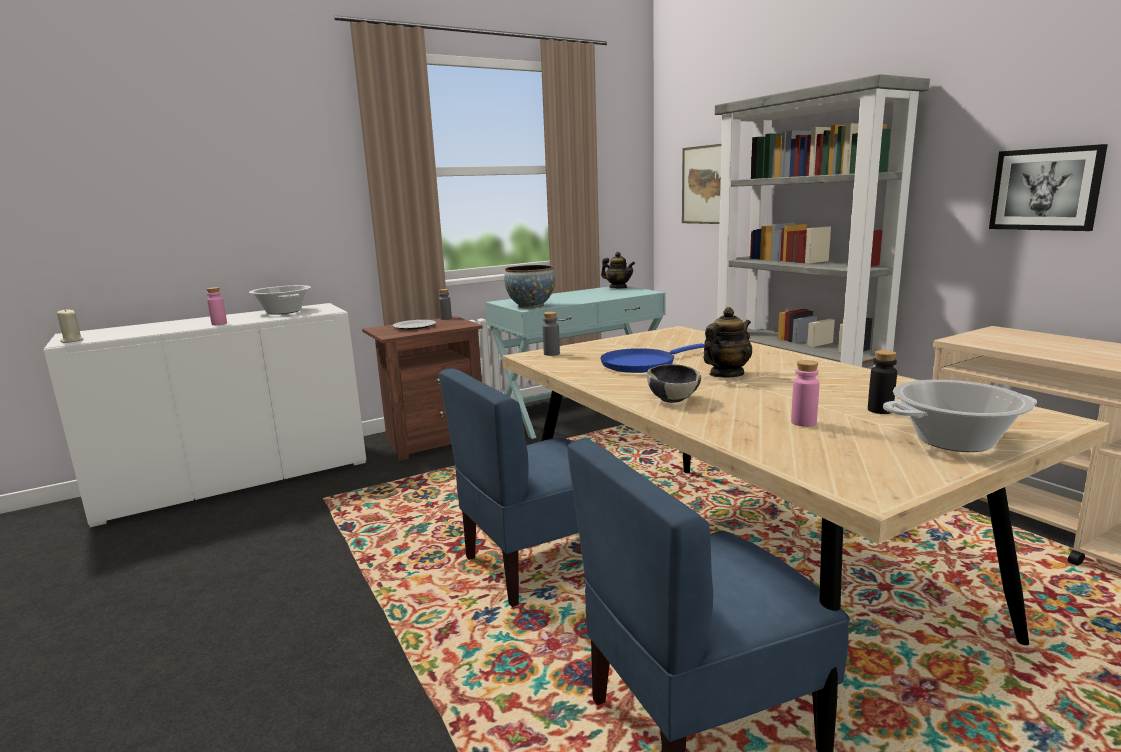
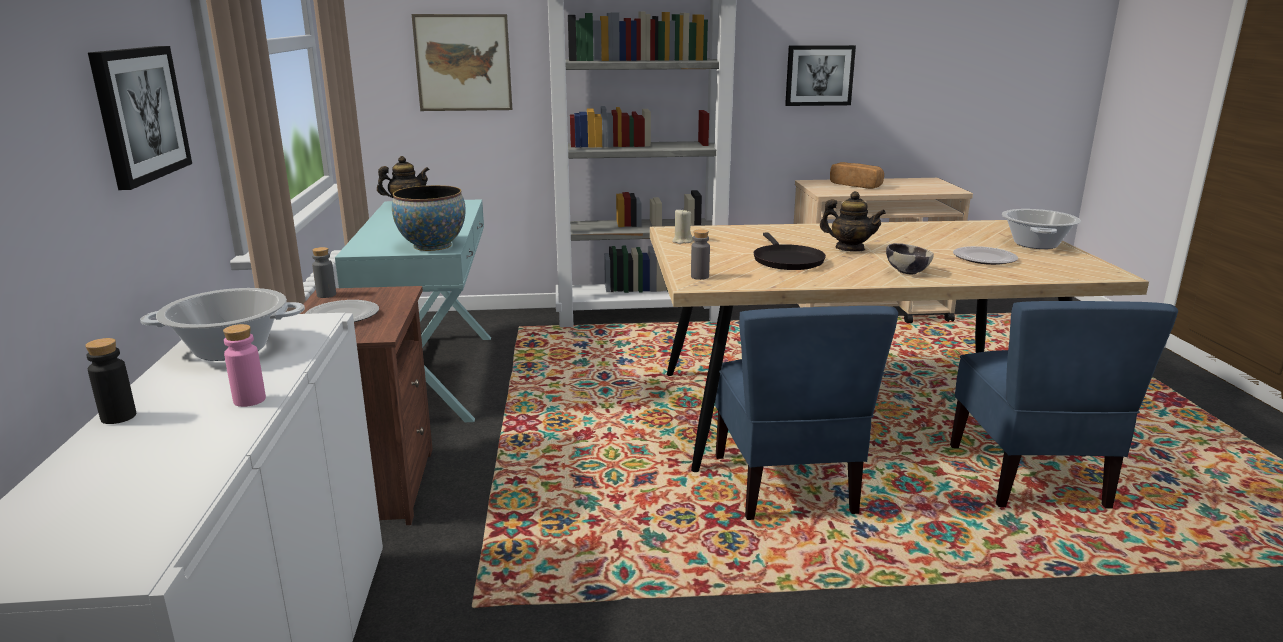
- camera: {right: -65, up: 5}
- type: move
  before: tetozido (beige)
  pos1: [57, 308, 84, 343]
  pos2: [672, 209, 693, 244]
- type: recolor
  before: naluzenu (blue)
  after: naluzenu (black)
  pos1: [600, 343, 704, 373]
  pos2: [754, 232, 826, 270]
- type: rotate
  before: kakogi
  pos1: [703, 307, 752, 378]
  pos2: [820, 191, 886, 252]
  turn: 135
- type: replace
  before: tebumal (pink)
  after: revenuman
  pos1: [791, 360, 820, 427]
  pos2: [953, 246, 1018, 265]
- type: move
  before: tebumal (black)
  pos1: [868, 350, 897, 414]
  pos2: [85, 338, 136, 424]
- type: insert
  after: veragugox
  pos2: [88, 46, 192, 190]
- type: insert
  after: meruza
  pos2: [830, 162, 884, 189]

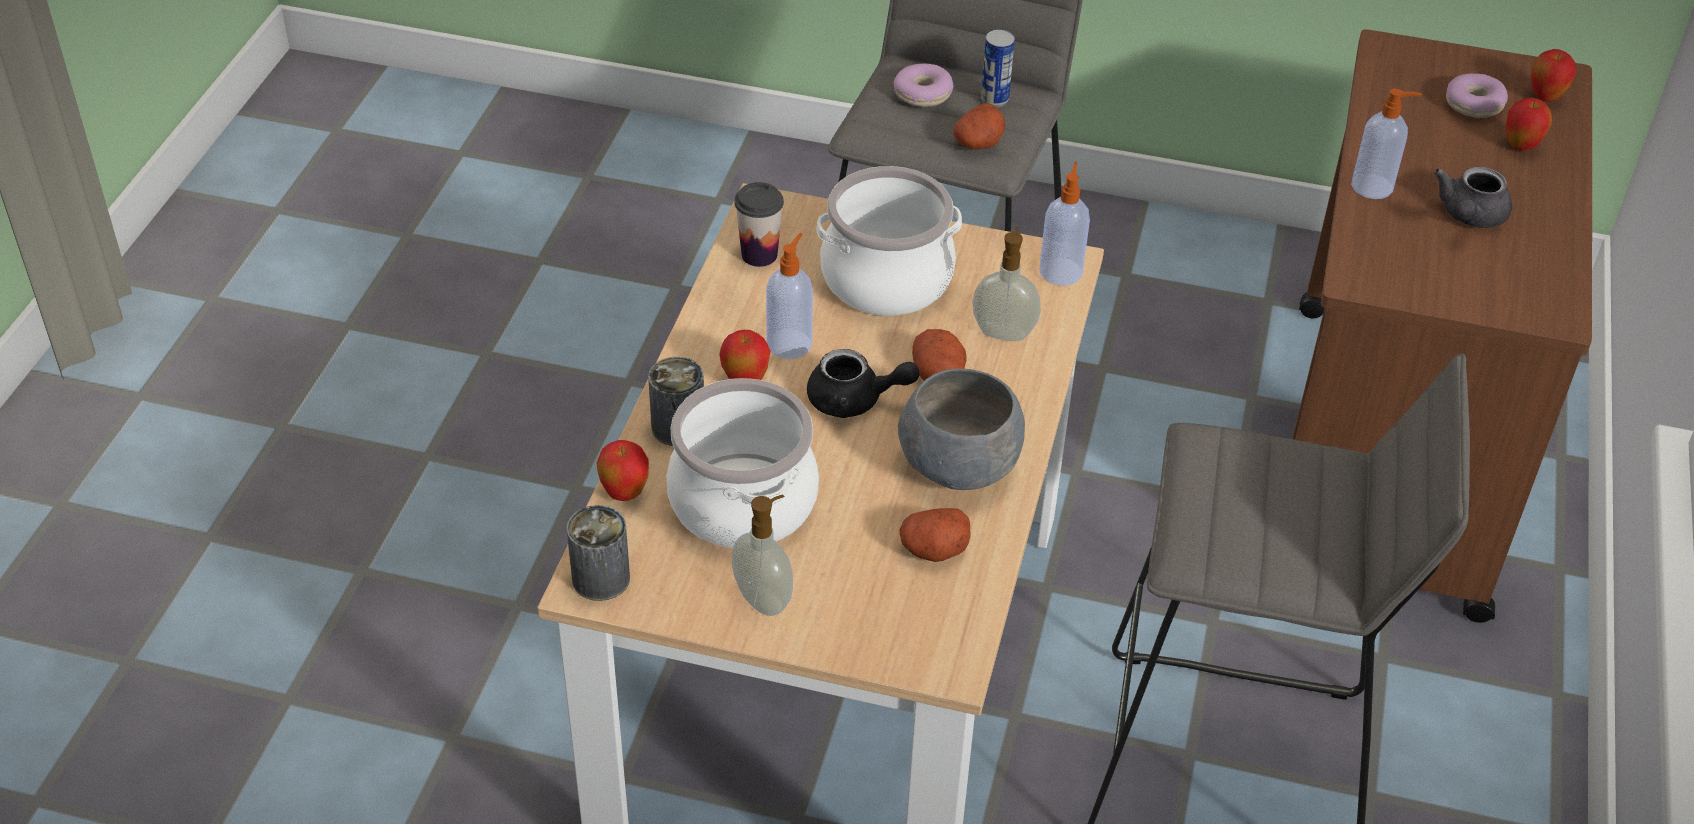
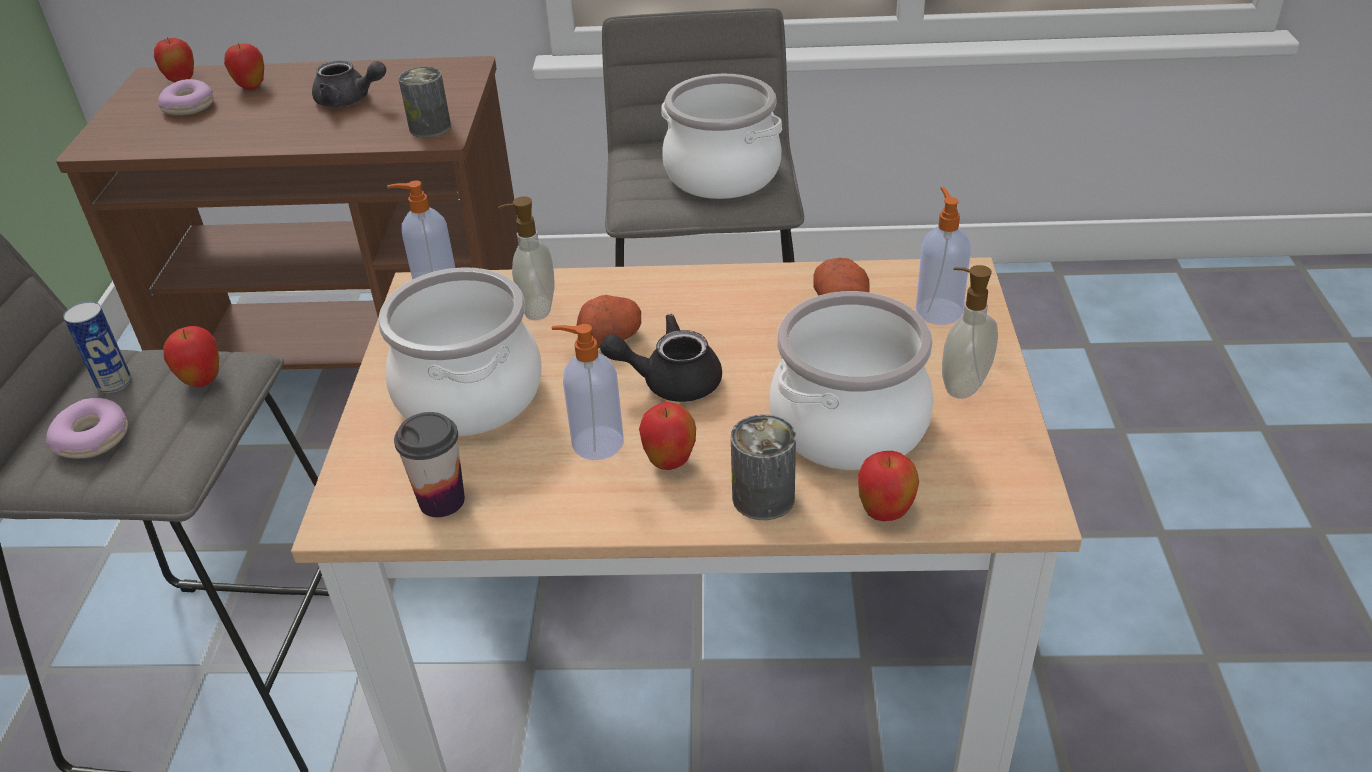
- camera: {right: -100, up: -5}
- type: move
  before: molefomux
  pos1: [567, 505, 630, 601]
  pos2: [399, 67, 451, 137]
- type: rotate
  before: kakogi (black)
  pos1: [807, 349, 919, 418]
  pos2: [600, 314, 722, 402]
  turn: -90
- type: delete
  before: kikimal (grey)
  pos1: [898, 369, 1025, 490]
- type: replace
  before: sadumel
  after: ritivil
  pos1: [953, 103, 1005, 150]
  pos2: [163, 326, 219, 387]
- type: move
  before: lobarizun
  pos1: [1351, 88, 1422, 199]
  pos2: [916, 187, 971, 325]
- type: insert
  after: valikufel
  pos2: [661, 74, 782, 199]

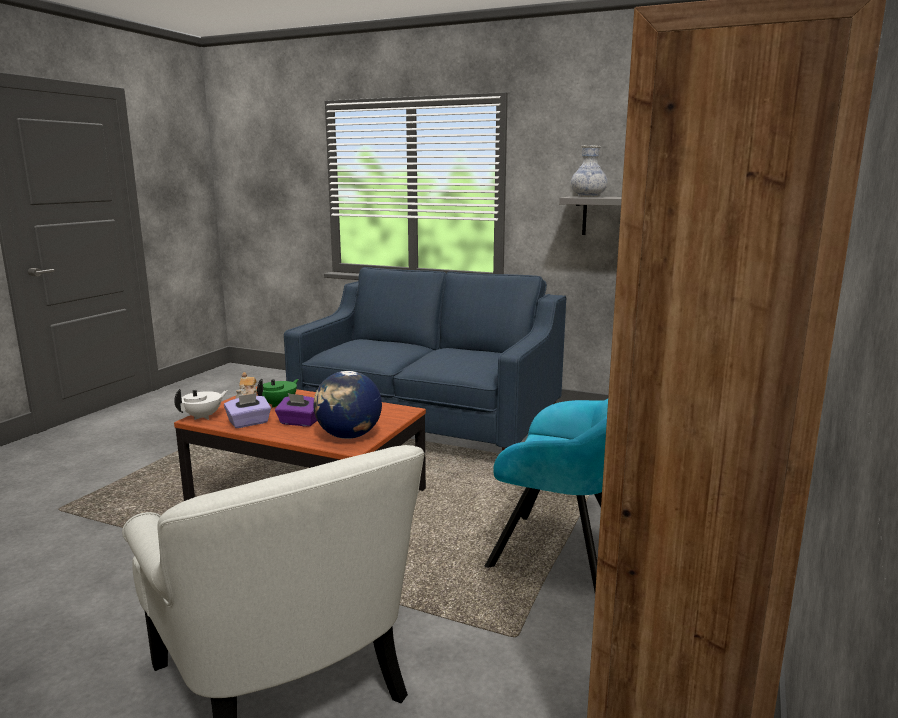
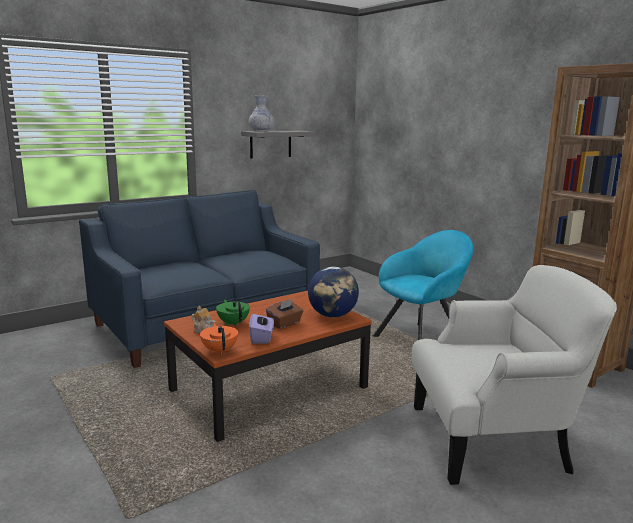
- camera: {right: -60, up: 0}
- type: recolor
  before: kakogi (white)
  after: kakogi (orange)
  pos1: [174, 389, 228, 420]
  pos2: [200, 322, 238, 355]
- type: recolor
  before: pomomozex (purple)
  after: pomomozex (brown)
  pos1: [275, 393, 317, 427]
  pos2: [266, 299, 303, 329]

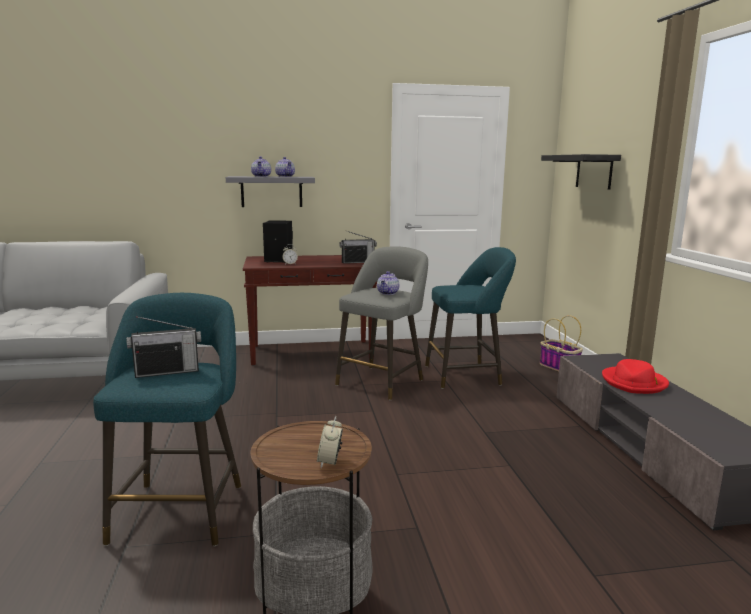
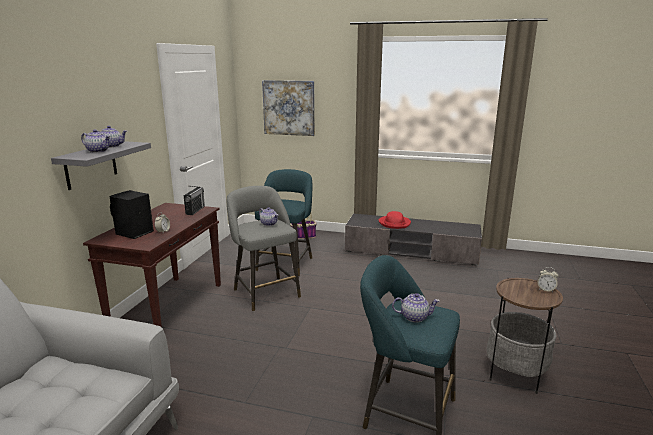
- camera: {right: -65, up: 5}
- type: replace
  before: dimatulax
  after: kakogi
  pos1: [126, 316, 201, 378]
  pos2: [392, 293, 440, 323]
- type: replace
  before: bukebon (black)
  after: veragugox
  pos1: [541, 154, 621, 190]
  pos2: [262, 80, 315, 136]

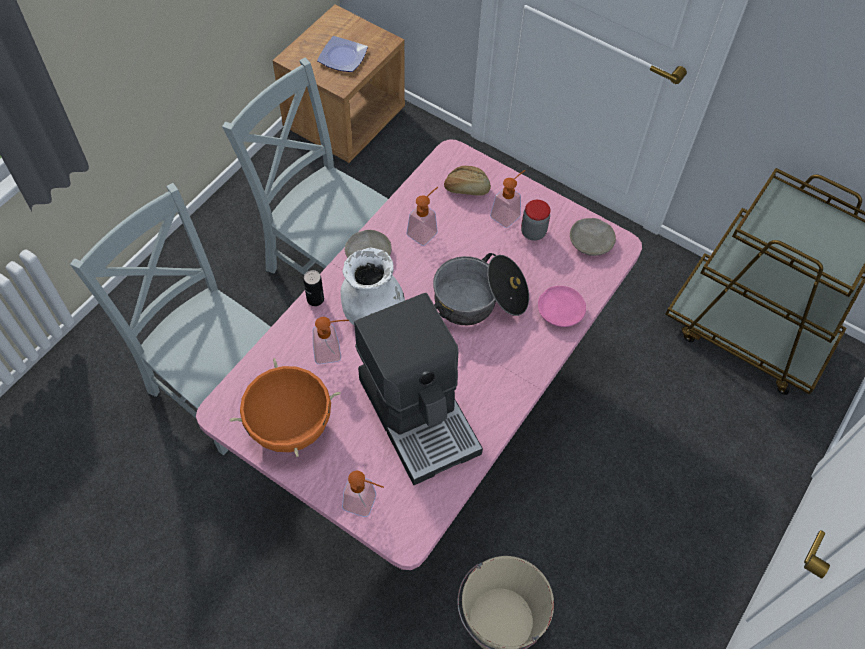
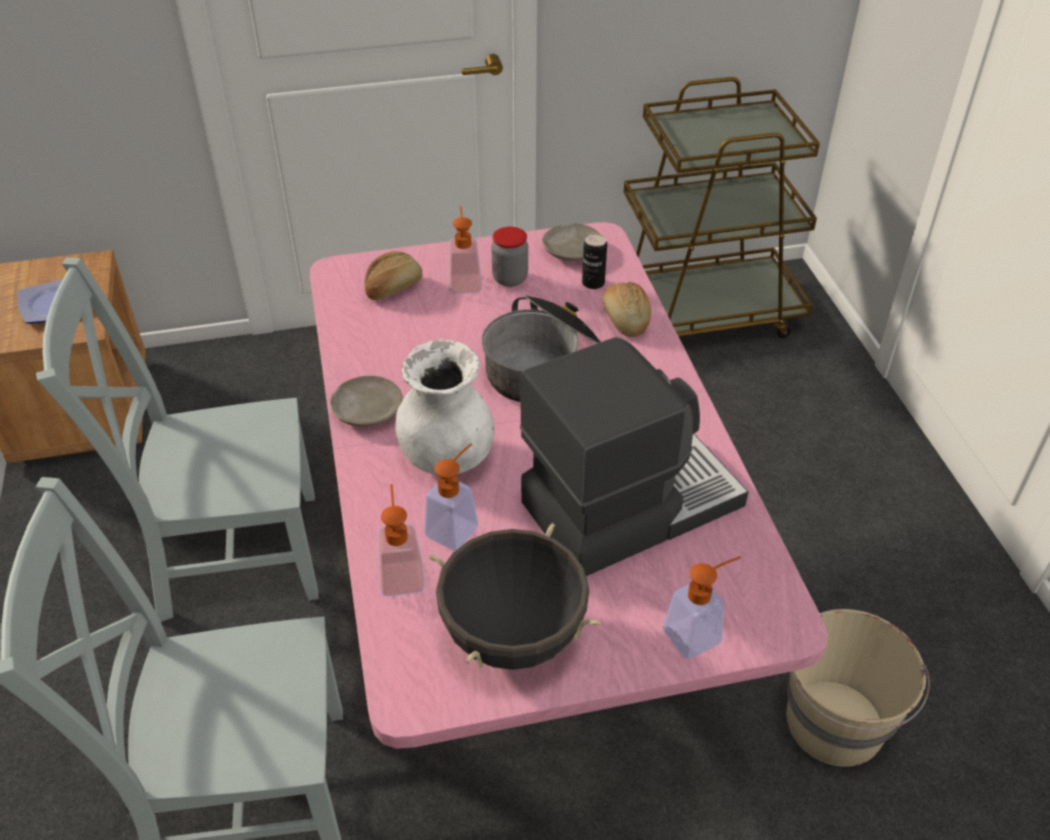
- camera: {right: -45, up: -15}
- type: recolor
  before: valikufel (orange)
  after: valikufel (black)
  pos1: [229, 358, 341, 457]
  pos2: [429, 523, 601, 670]
- type: move
  before: molefomux
  pos1: [303, 270, 324, 306]
  pos2: [582, 233, 607, 289]
- type: rotate
  before: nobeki
  pos1: [354, 292, 483, 485]
  pos2: [520, 337, 748, 576]
  turn: -45
- type: move
  before: lobarizun
  pos1: [406, 187, 438, 246]
  pos2: [378, 484, 425, 596]
- type: replace
  before: revenuman (pink)
  after: meruza
  pos1: [538, 286, 586, 327]
  pos2: [603, 282, 651, 337]

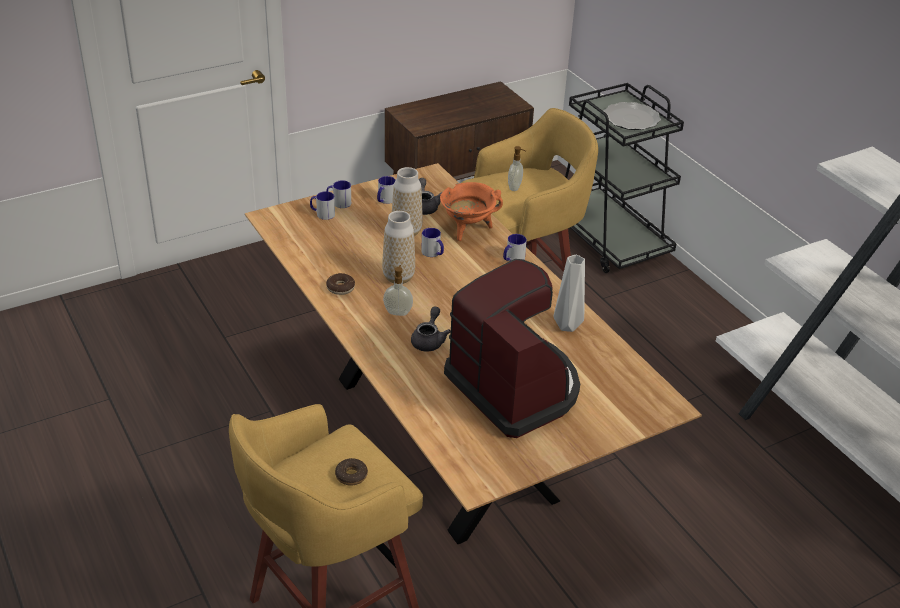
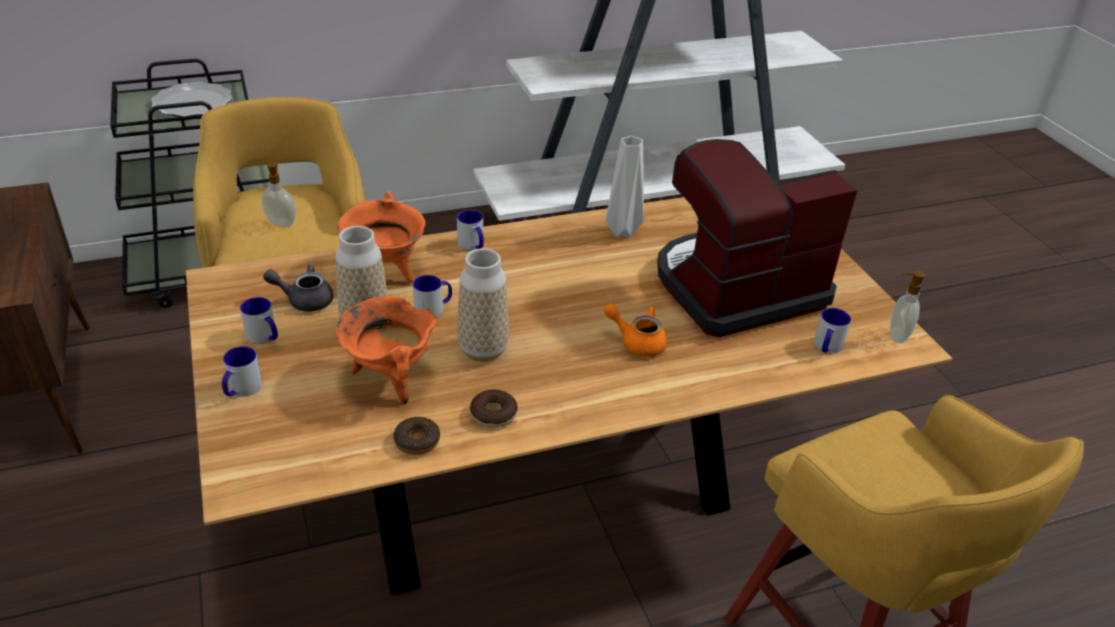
- camera: {right: -80, up: 0}
- type: move
  before: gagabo
  pos1: [310, 191, 335, 220]
  pos2: [814, 308, 851, 354]
- type: move
  before: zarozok
  pos1: [335, 458, 368, 485]
  pos2: [393, 417, 440, 455]
- type: move
  before: lobarizun
  pos1: [383, 265, 413, 316]
  pos2: [890, 270, 925, 343]
- type: recolor
  before: kakogi (grey)
  after: kakogi (orange)
  pos1: [411, 306, 451, 352]
  pos2: [604, 304, 667, 357]
- type: insert
  after: valikufel (orange)
  pos2: [336, 296, 437, 404]

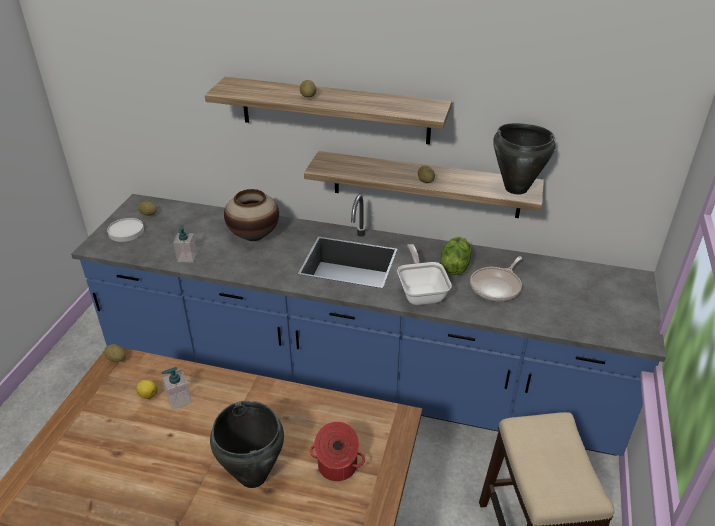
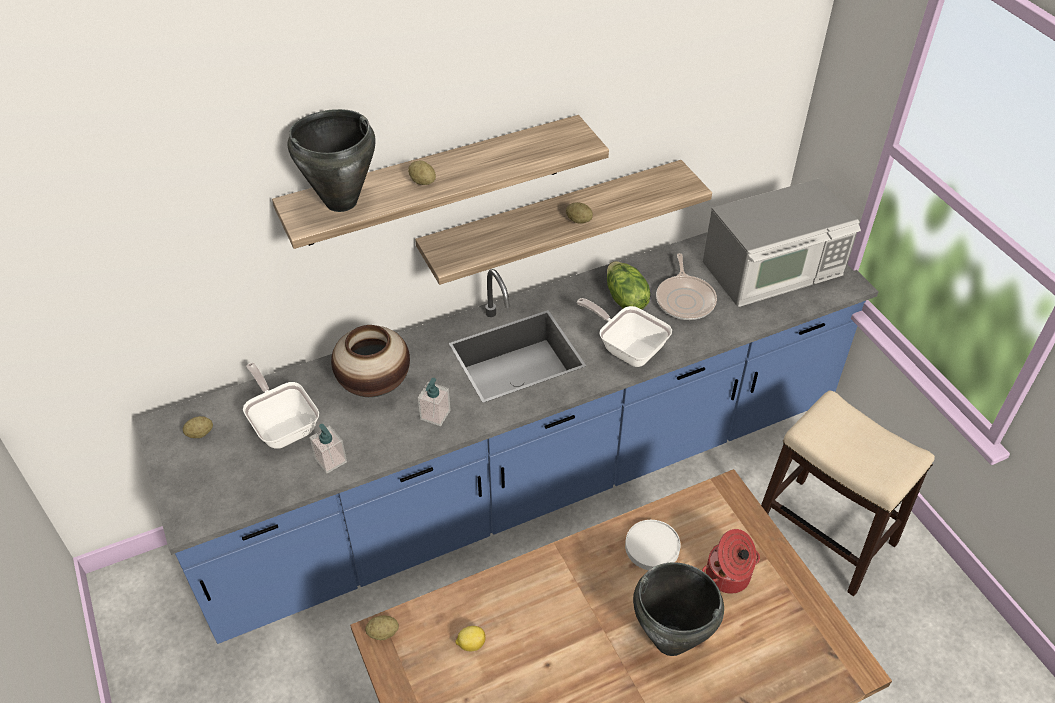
- camera: {right: -40, up: 10}
- type: move
  before: revenuman (white)
  pos1: [107, 218, 144, 242]
  pos2: [625, 520, 681, 570]
- type: move
  before: lobarizun
  pos1: [161, 367, 192, 410]
  pos2: [418, 378, 451, 426]
- type: move
  before: valikufel (black)
  pos1: [493, 123, 556, 195]
  pos2: [288, 109, 376, 212]
- type: insert
  after: naluzenu
  pos2: [243, 363, 319, 449]
- type: insert
  after: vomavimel
  pos2: [703, 179, 861, 307]

